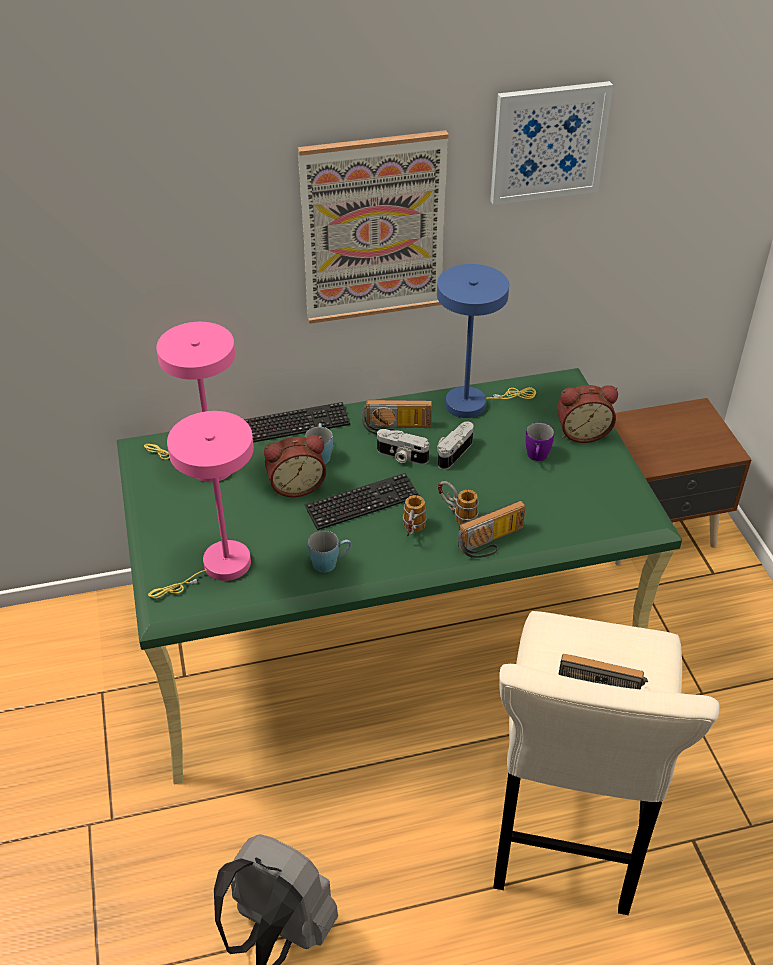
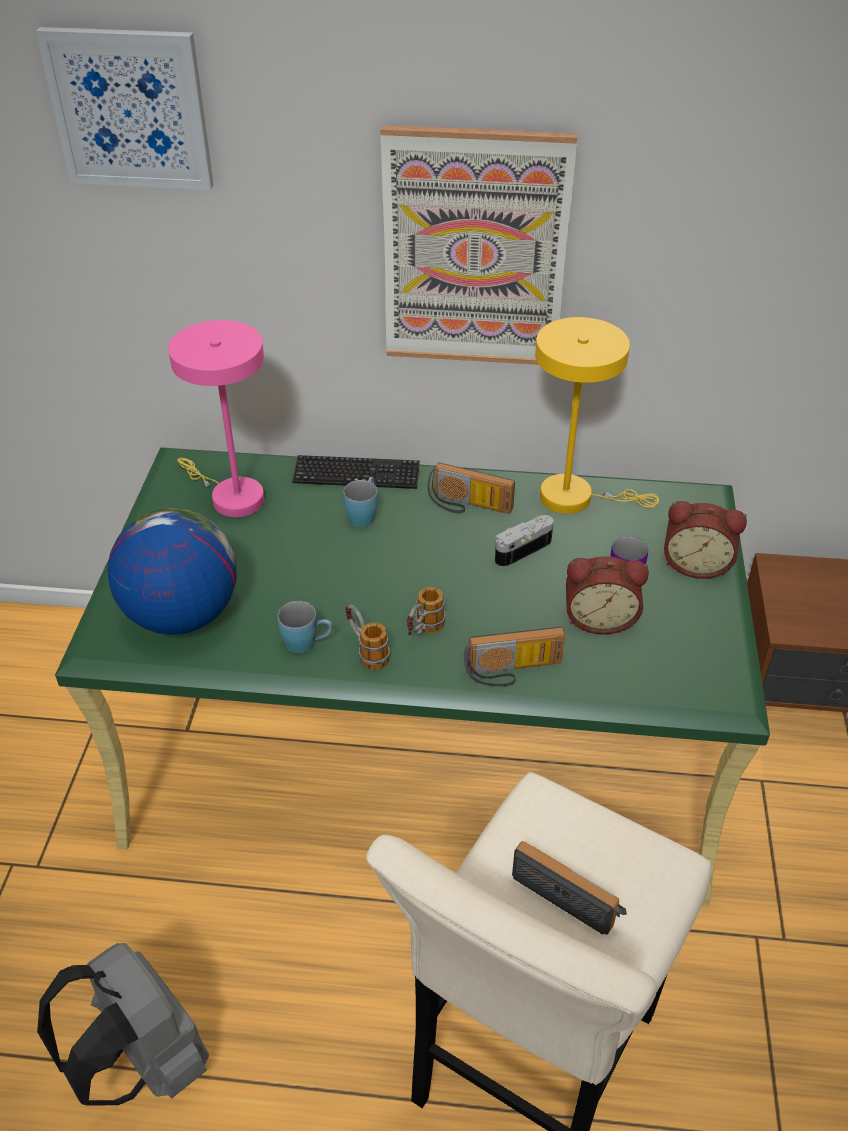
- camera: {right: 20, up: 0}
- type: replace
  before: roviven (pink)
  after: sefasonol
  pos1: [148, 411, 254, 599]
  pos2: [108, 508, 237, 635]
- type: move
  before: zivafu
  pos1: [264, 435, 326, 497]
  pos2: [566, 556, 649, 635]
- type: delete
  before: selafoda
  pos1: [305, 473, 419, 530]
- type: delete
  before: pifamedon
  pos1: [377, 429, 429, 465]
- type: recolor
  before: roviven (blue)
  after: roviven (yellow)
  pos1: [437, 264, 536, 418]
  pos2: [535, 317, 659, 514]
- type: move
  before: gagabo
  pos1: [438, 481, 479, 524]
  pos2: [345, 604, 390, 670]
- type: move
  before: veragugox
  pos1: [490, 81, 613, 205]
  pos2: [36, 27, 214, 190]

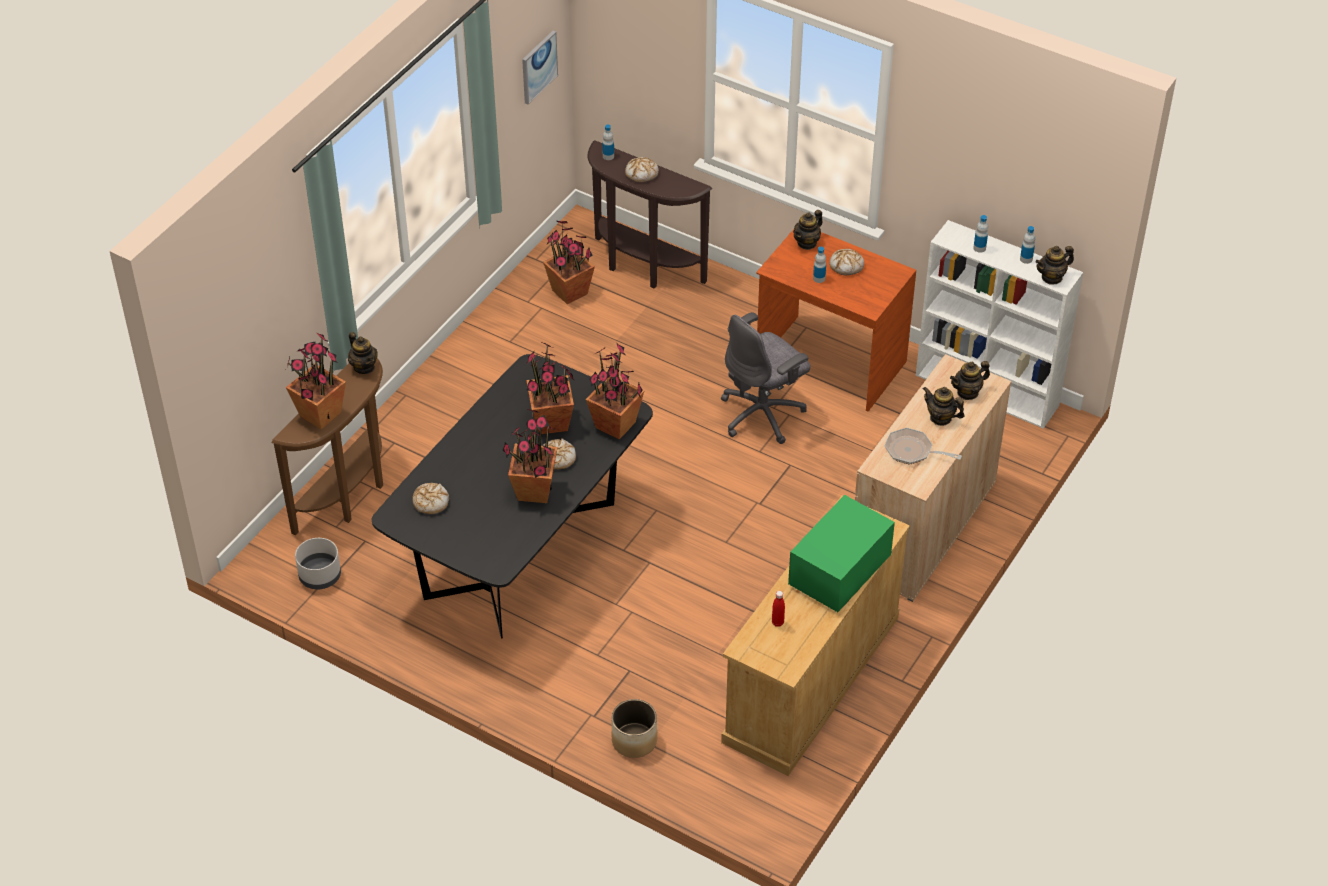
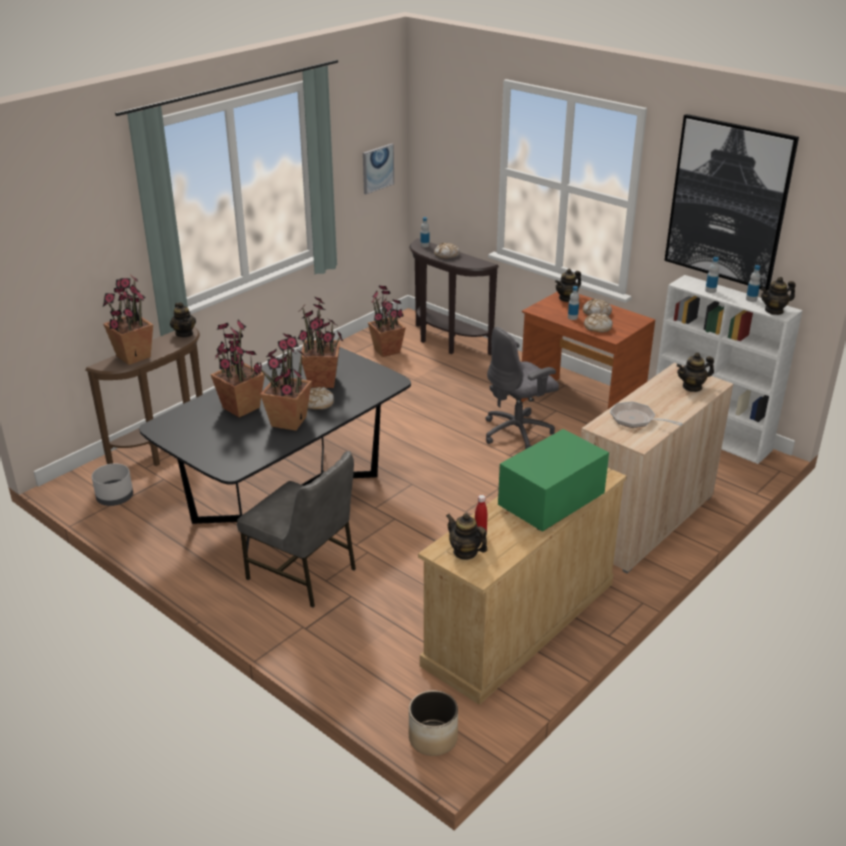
- camera: {right: 10, up: -15}
- type: move
  before: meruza
  pos1: [412, 482, 449, 514]
  pos2: [584, 313, 613, 333]
- type: move
  before: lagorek
  pos1: [586, 342, 644, 440]
  pos2: [210, 320, 265, 417]
- type: move
  before: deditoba
  pos1: [612, 699, 657, 758]
  pos2: [409, 690, 458, 756]
- type: move
  before: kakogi
  pos1: [923, 387, 965, 426]
  pos2: [446, 513, 488, 560]
- type: insert
  after: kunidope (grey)
  pos2: [237, 451, 356, 608]
- type: insert
  after: veragugox
  pos2: [664, 114, 799, 291]

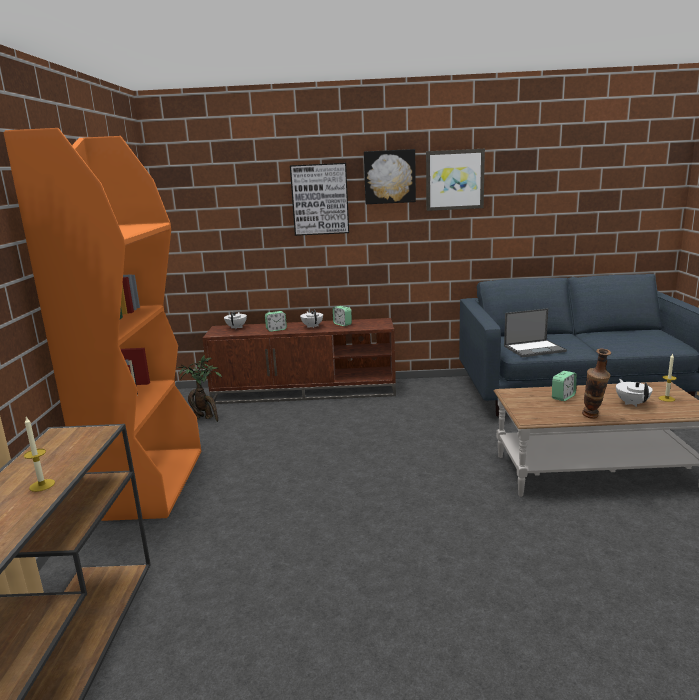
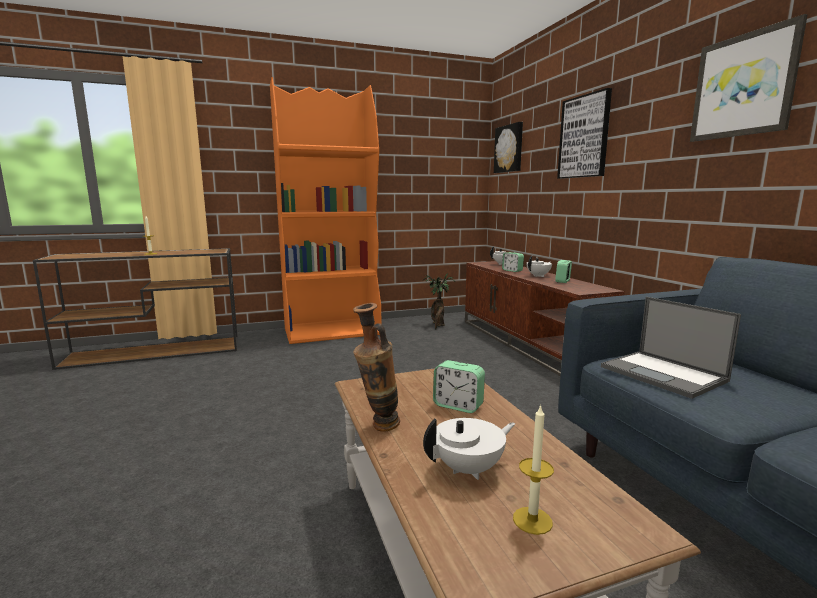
- camera: {right: 70, up: -5}
- type: move
  before: veragugox
  pos1: [364, 149, 416, 204]
  pos2: [494, 122, 523, 173]

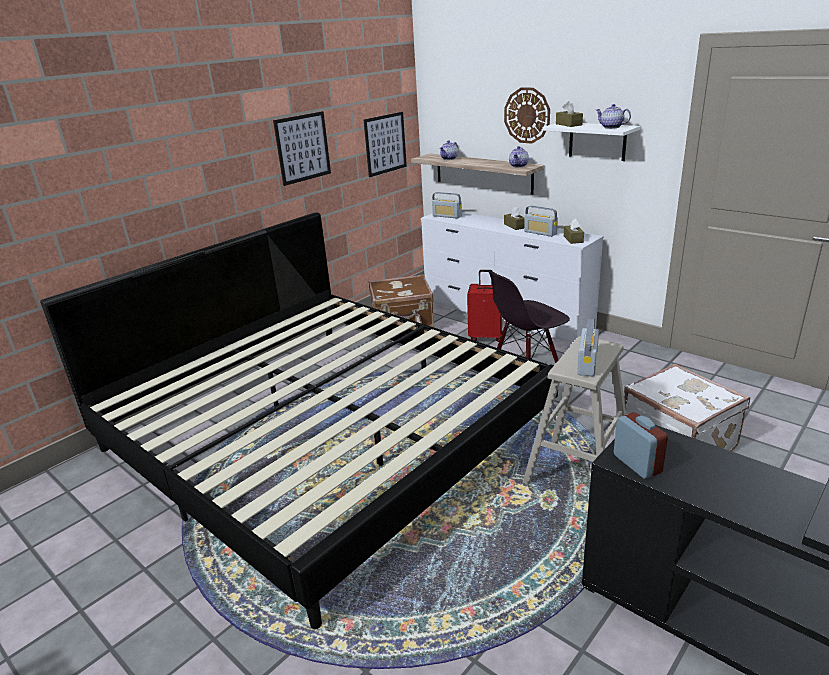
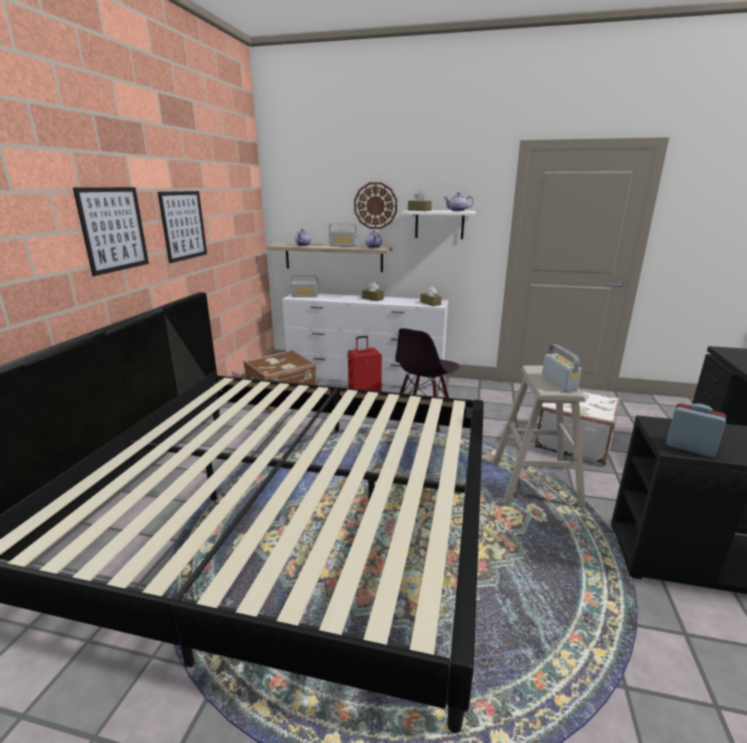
- camera: {right: -30, up: -5}
- type: move
  before: veragugox
  pos1: [364, 112, 407, 177]
  pos2: [73, 187, 149, 276]
- type: move
  before: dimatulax
  pos1: [524, 206, 558, 237]
  pos2: [329, 223, 357, 247]

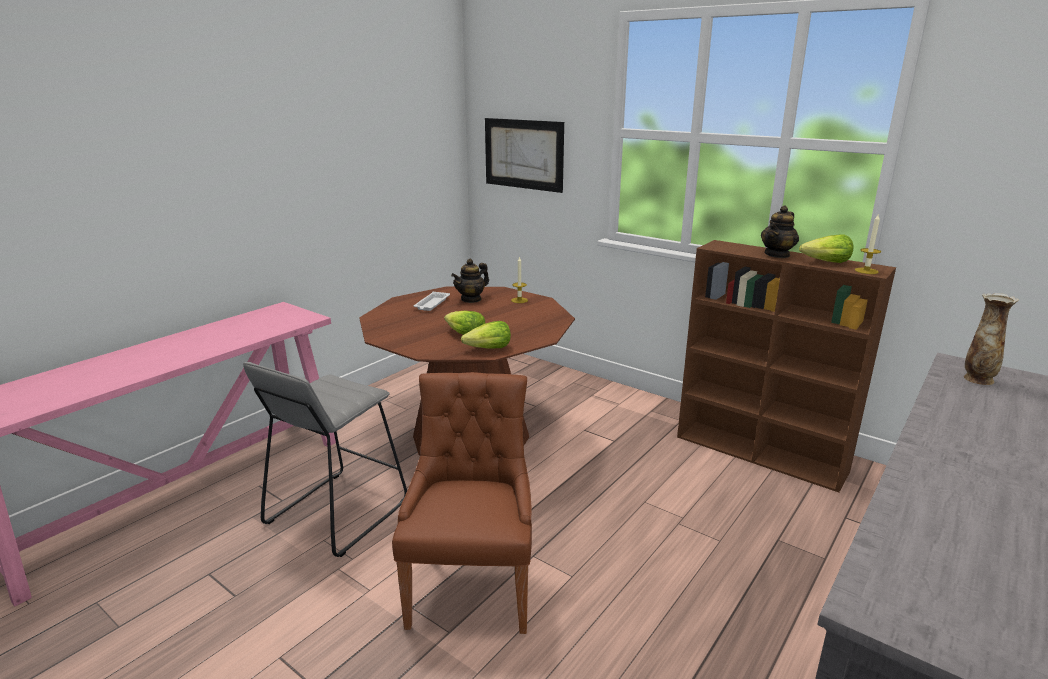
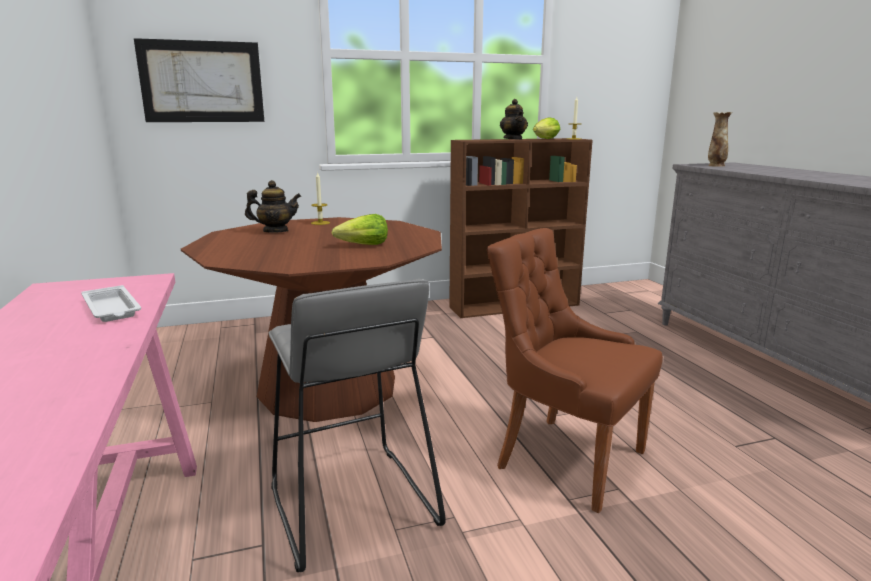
- camera: {right: -55, up: -5}
- type: move
  before: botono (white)
  pos1: [414, 292, 450, 311]
  pos2: [81, 285, 141, 322]
- type: rotate
  before: kakogi
  pos1: [451, 259, 489, 303]
  pos2: [245, 180, 301, 233]
  turn: -90
- type: delete
  before: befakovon
  pos1: [461, 321, 511, 349]

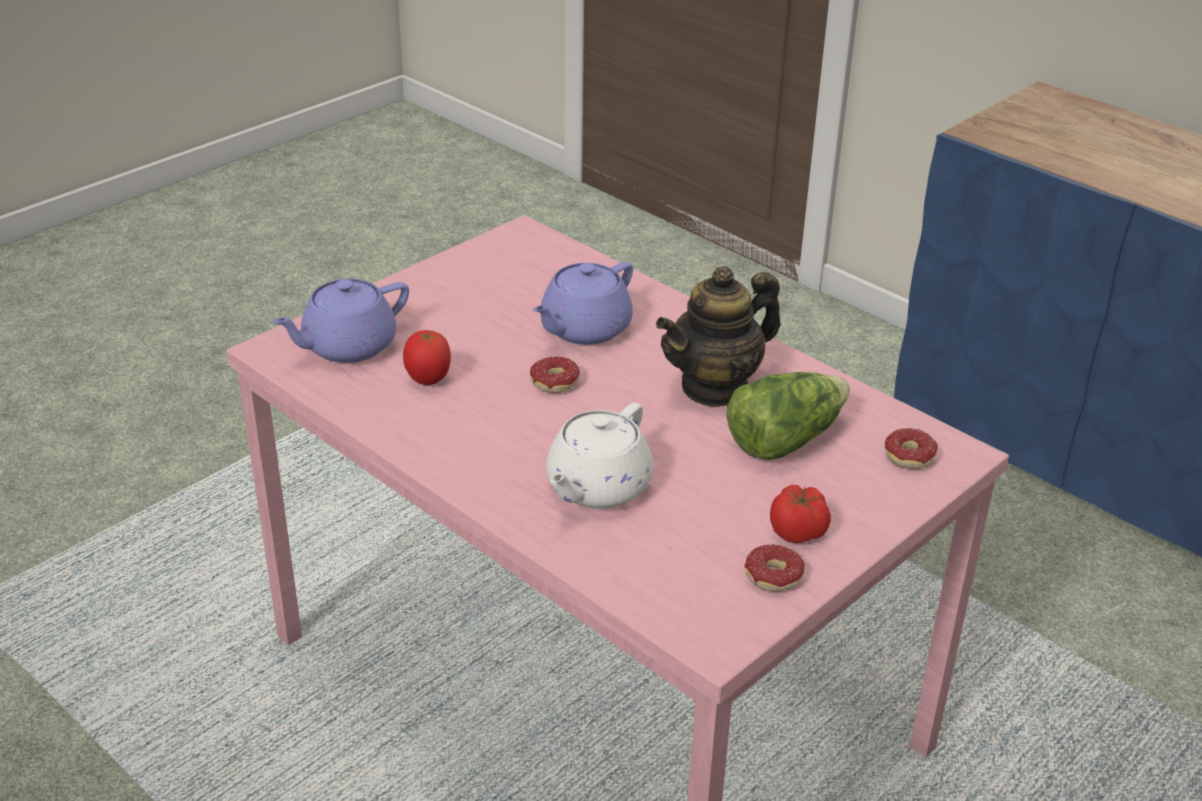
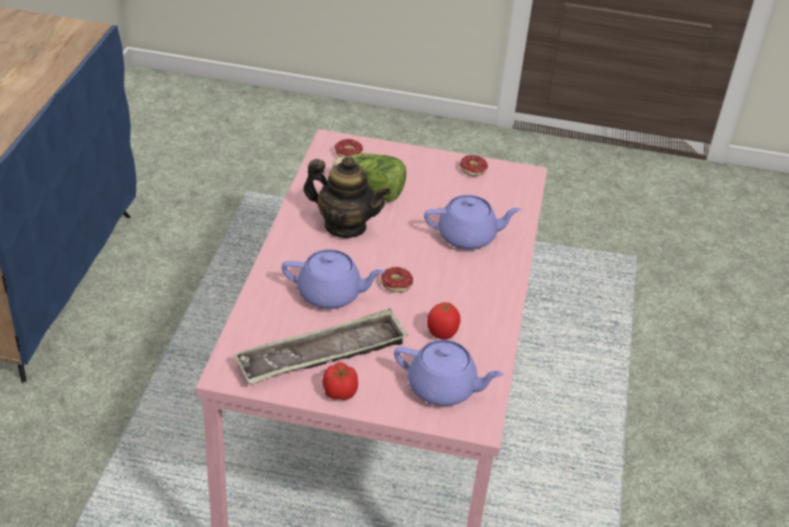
- camera: {right: -125, up: 5}
- type: recolor
  before: kakogi (white)
  after: kakogi (purple)
  pos1: [546, 403, 653, 509]
  pos2: [424, 195, 521, 250]
- type: move
  before: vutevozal
  pos1: [770, 485, 831, 543]
  pos2: [322, 362, 358, 400]
- type: insert
  after: botono
  pos2: [234, 308, 408, 384]

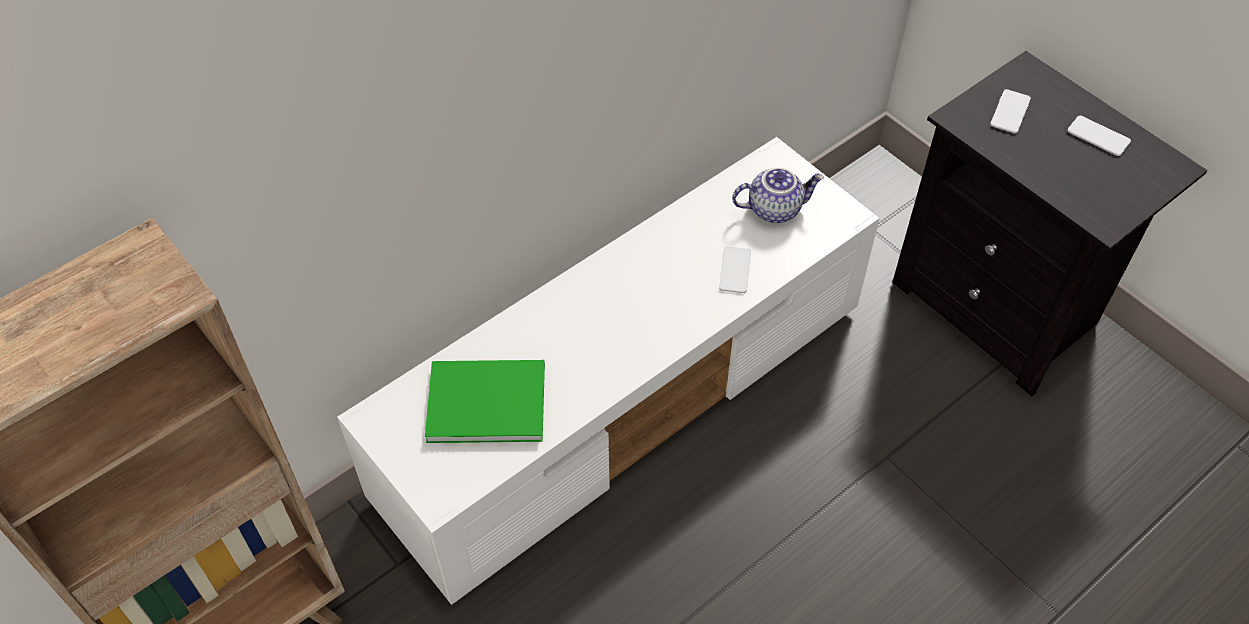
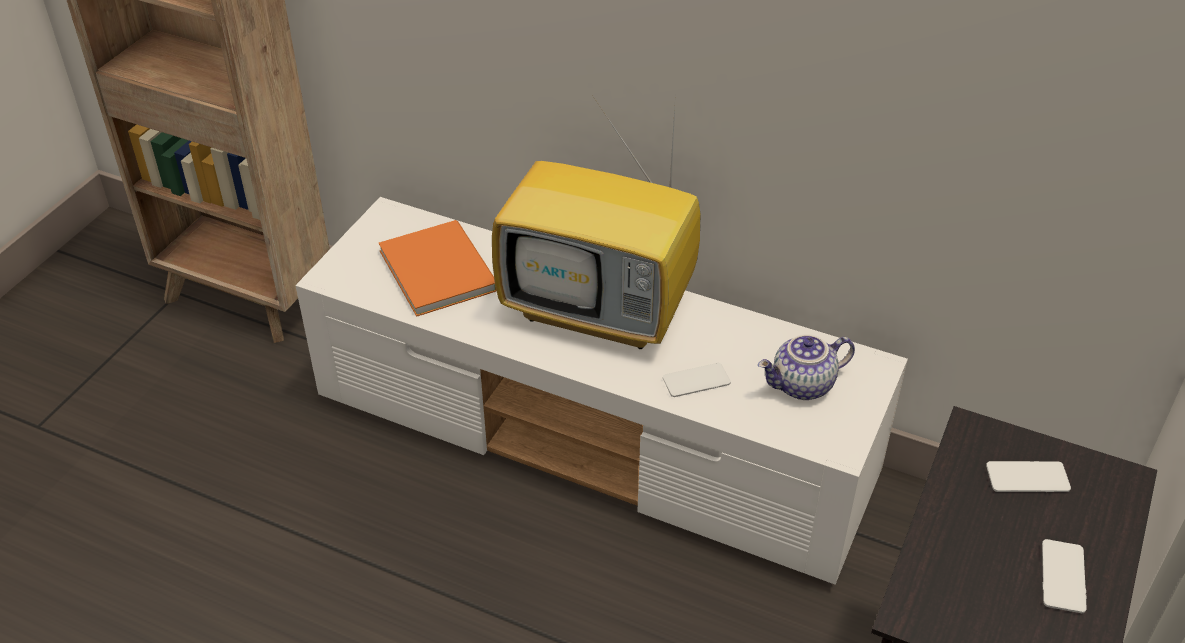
- camera: {right: 65, up: -10}
- type: recolor
  before: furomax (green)
  after: furomax (orange)
  pos1: [425, 360, 545, 443]
  pos2: [379, 220, 496, 317]
- type: rotate
  before: kakogi
  pos1: [732, 167, 824, 223]
  pos2: [758, 334, 855, 400]
  turn: 105
- type: insert
  after: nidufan
  pos2: [492, 105, 700, 349]

